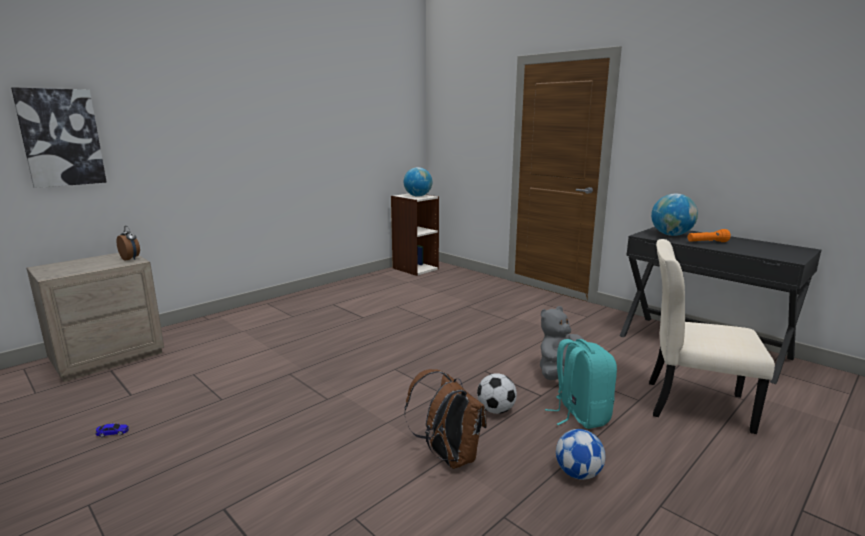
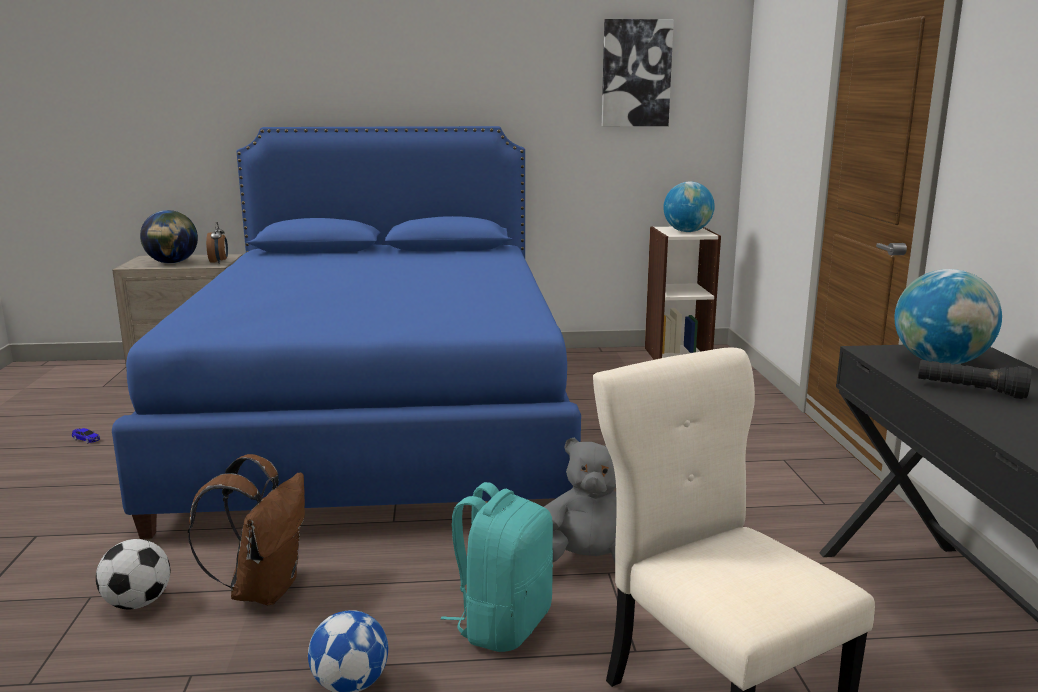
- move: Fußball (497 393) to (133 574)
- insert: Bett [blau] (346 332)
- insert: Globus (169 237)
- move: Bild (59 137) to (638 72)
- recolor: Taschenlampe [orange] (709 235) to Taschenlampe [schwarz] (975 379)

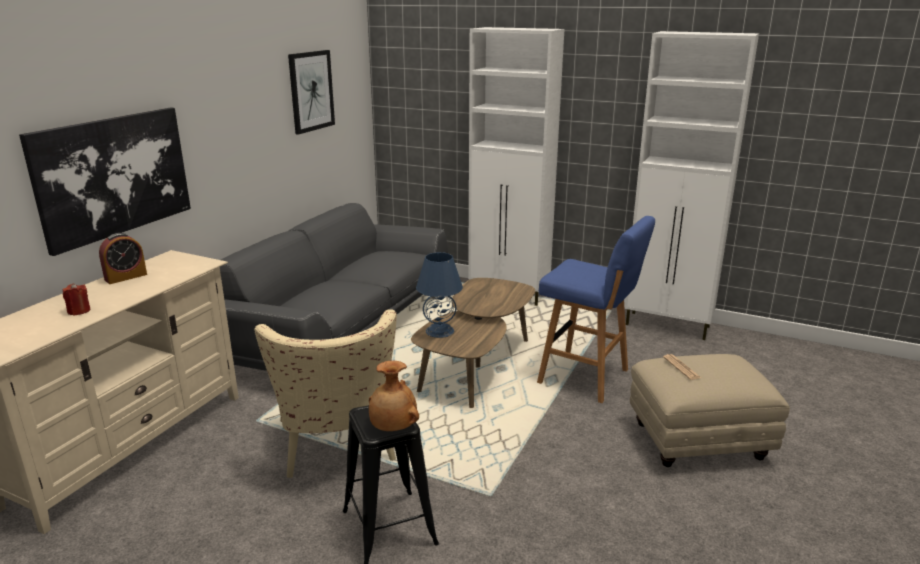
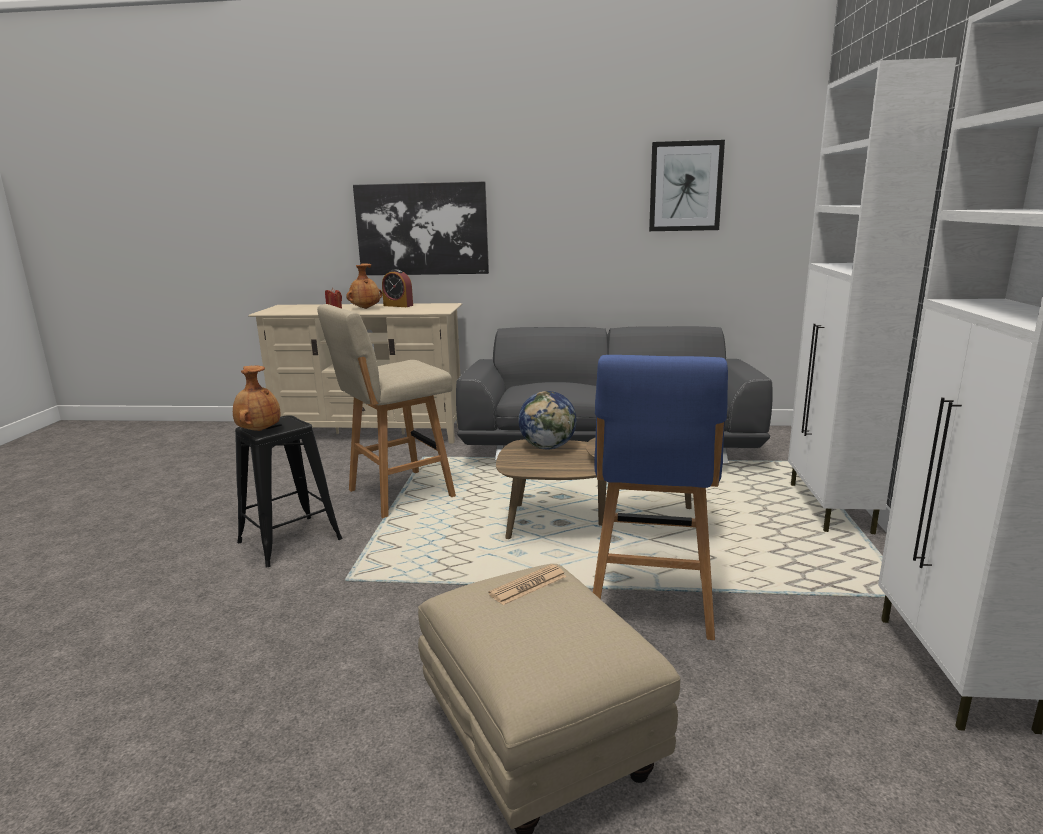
- replace: Sessel [beige] (325 393) to Hocker [beige] (386 411)
- insert: Vase [braun] (364 286)
- replace: Tischlampe [blau] (439 295) to Globus (547 420)

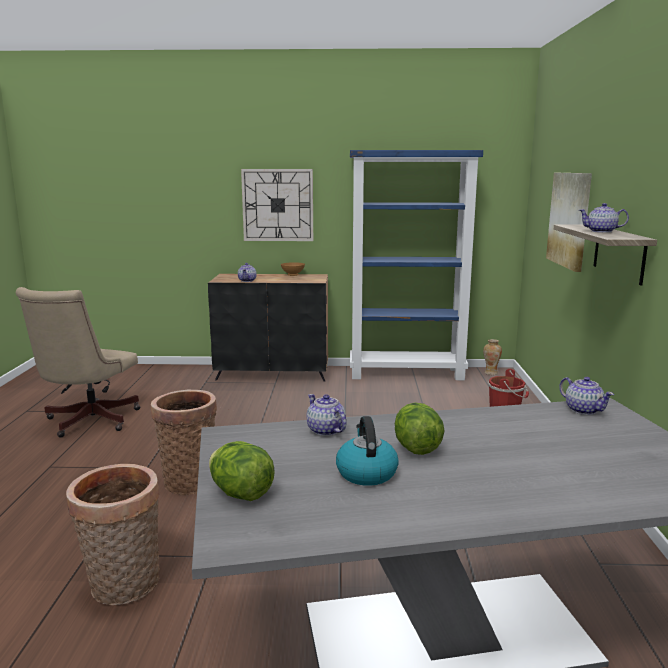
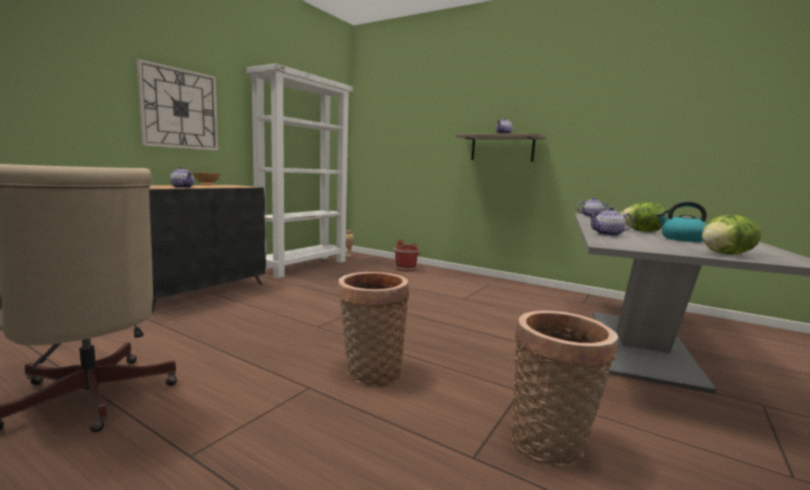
- recolor: Bücherregal [blau] (416 265) to Bücherregal [weiß] (299 170)
- delete: Bild (569 222)

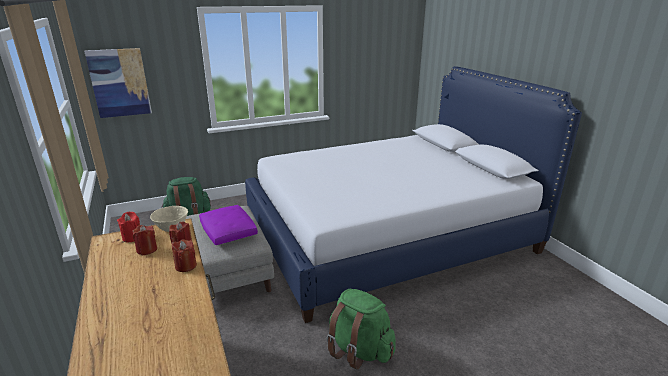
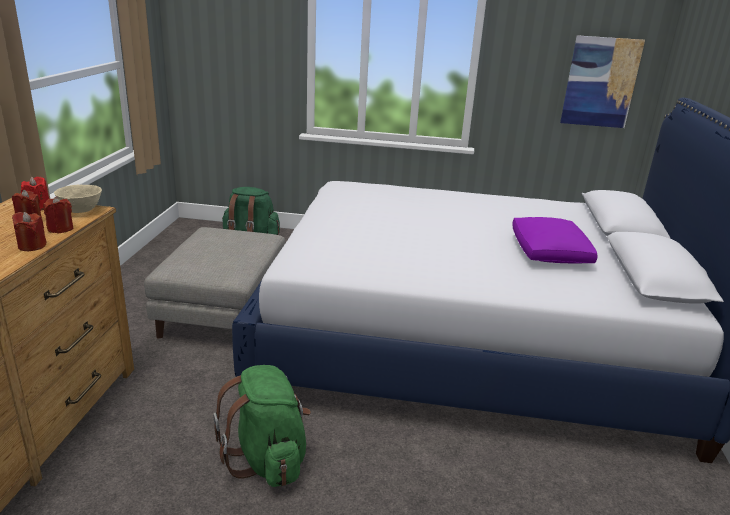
- move: Kissen [lila] (228 225) to (555 240)
- move: Bild (118 83) to (602 81)

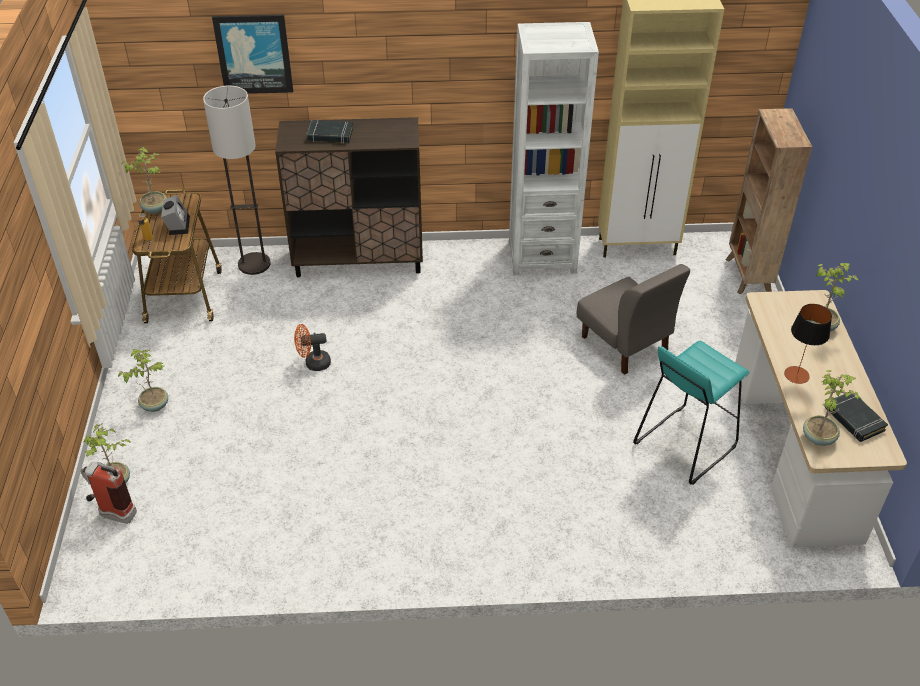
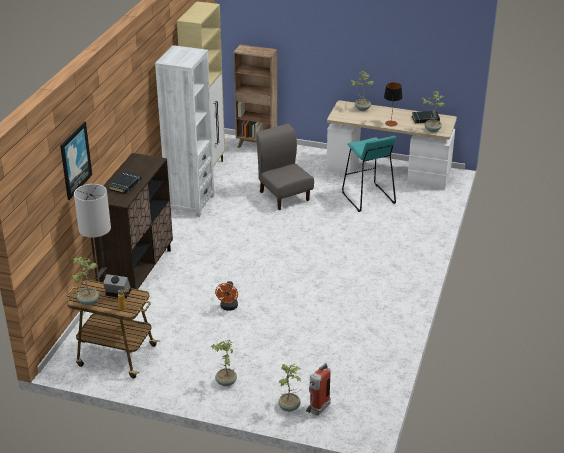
- rotate: Stuhl [grau] (633 319) = (285 167) 105 degrees counterclockwise

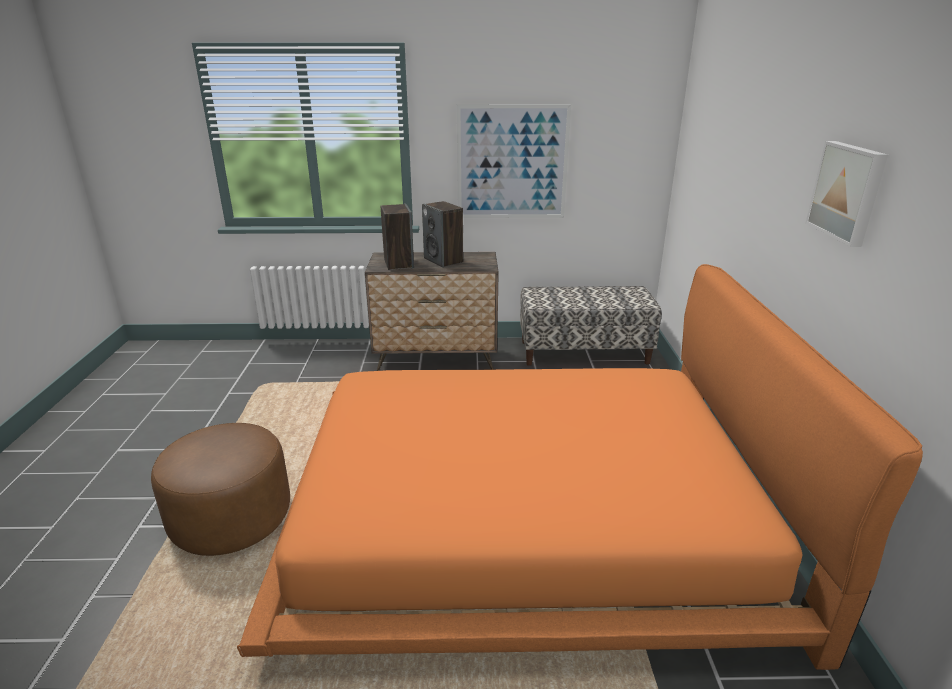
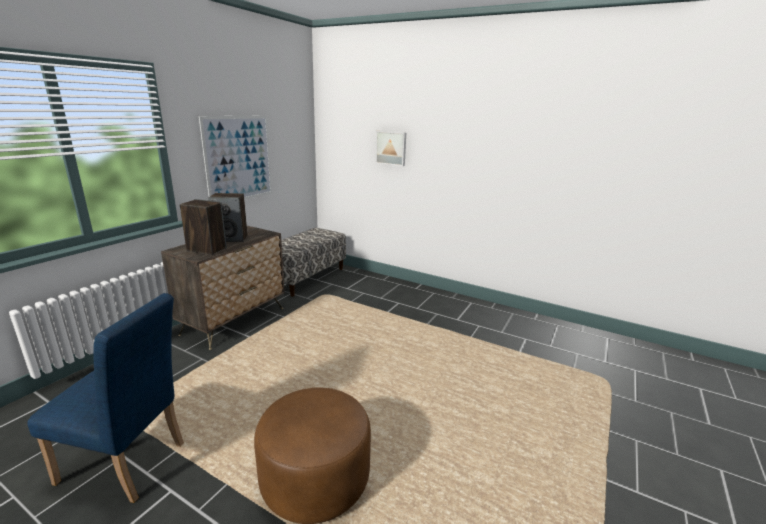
- insert: Stuhl [blau] (105 398)
- move: Bild (847 194) to (390 148)
- delete: Bett [orange] (580 467)

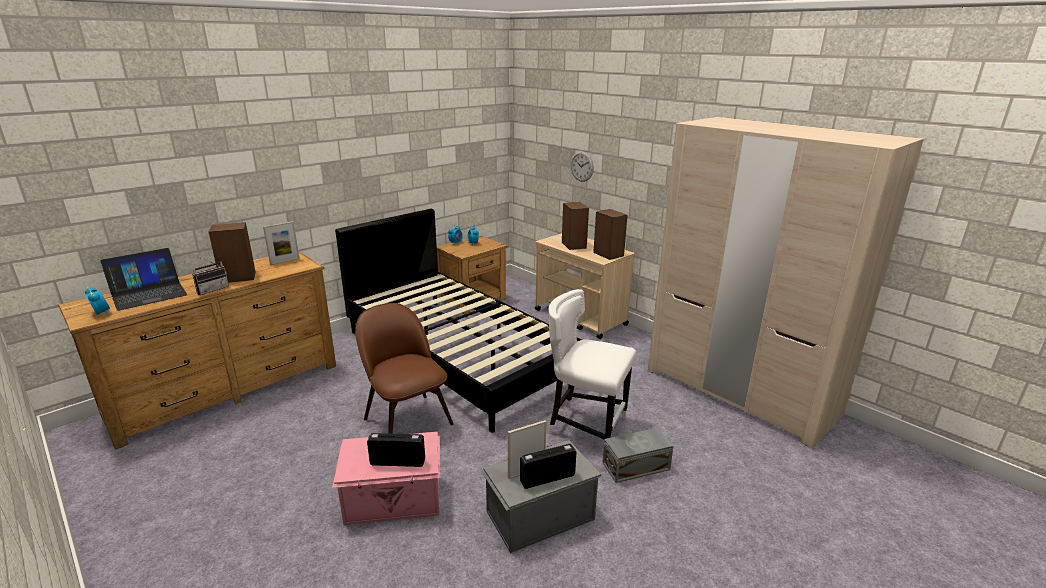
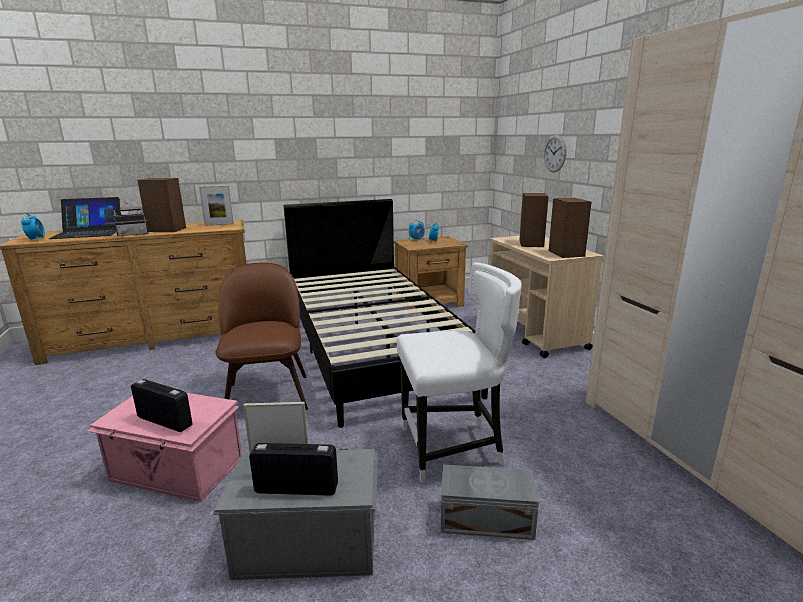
- rotate: Stuhl [weiß] (592 364) = (459 372) 120 degrees clockwise

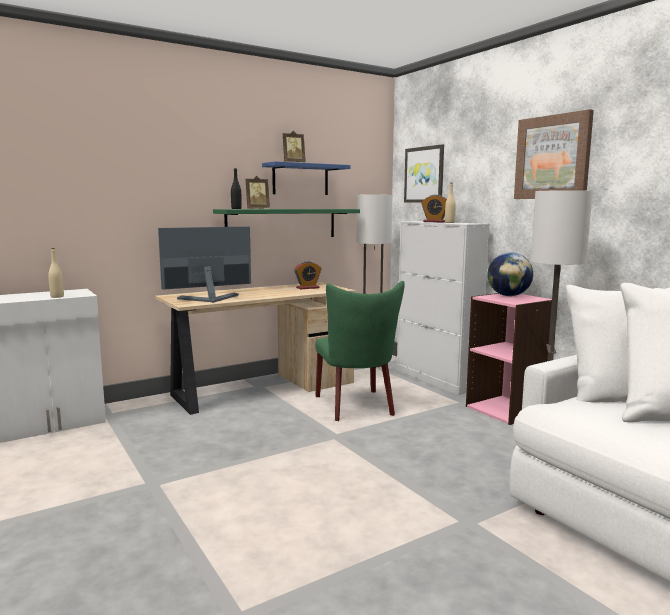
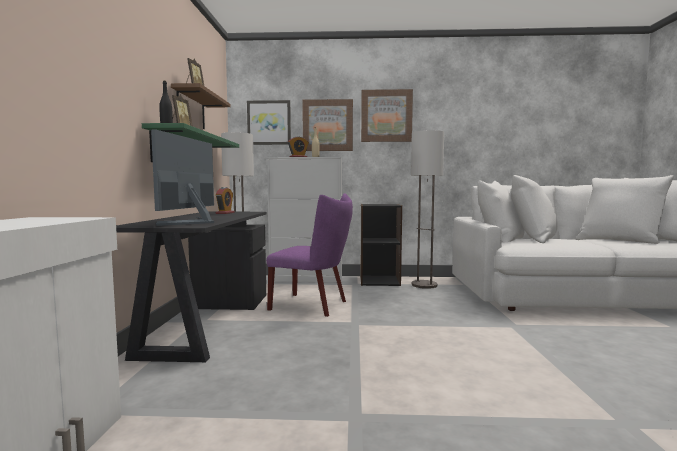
- recolor: Schreibtisch [beige] (255 348) to Schreibtisch [schwarz] (191 287)
- recolor: Wandregal [blau] (306 178) to Wandregal [braun] (201 106)
- recolor: Stuhl [grün] (360 351) to Stuhl [lila] (309 255)
- insert: Bild (327 125)
- recolor: Bücherregal [rosa] (509 359) to Bücherregal [schwarz] (381 245)
- delete: Flasche [beige] (56 273)
- delete: Globus (510 274)

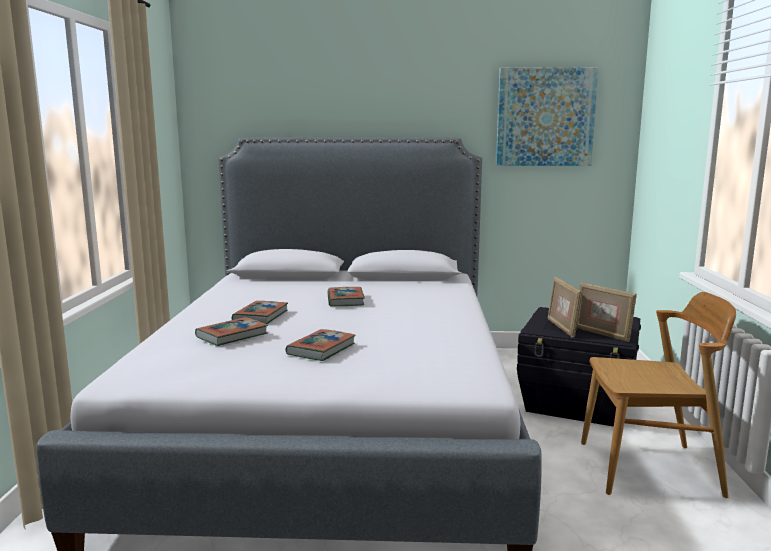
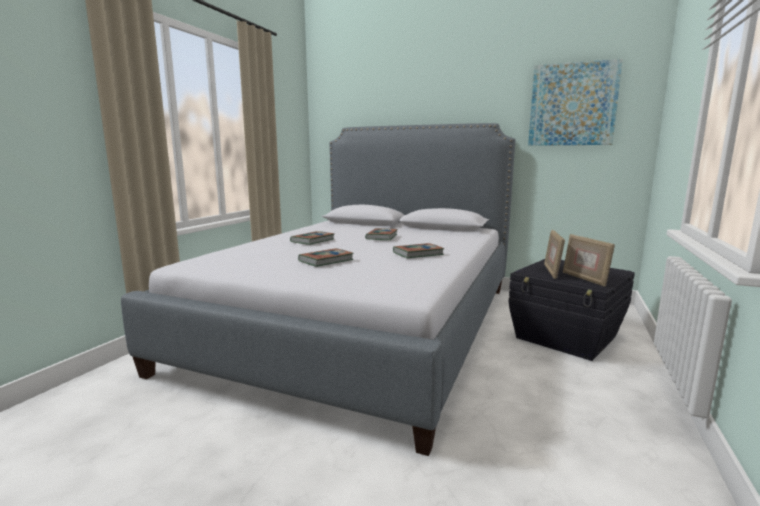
- move: Buch (231 331) to (418 250)
- delete: Stuhl [braun] (658 395)

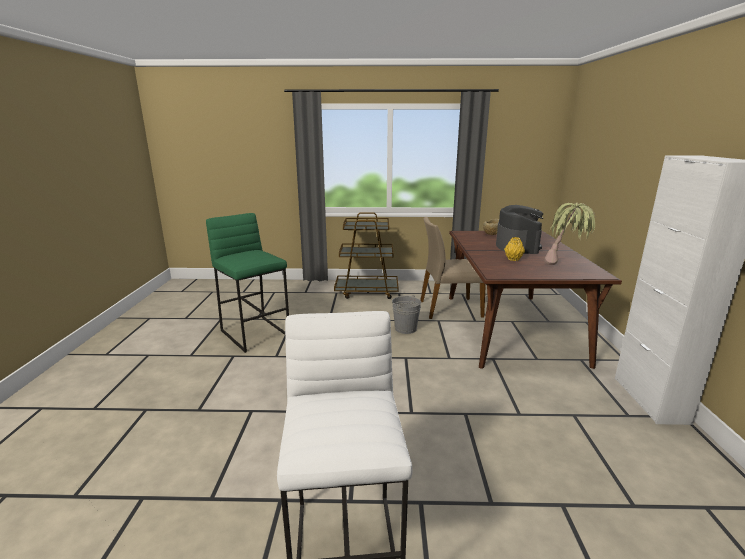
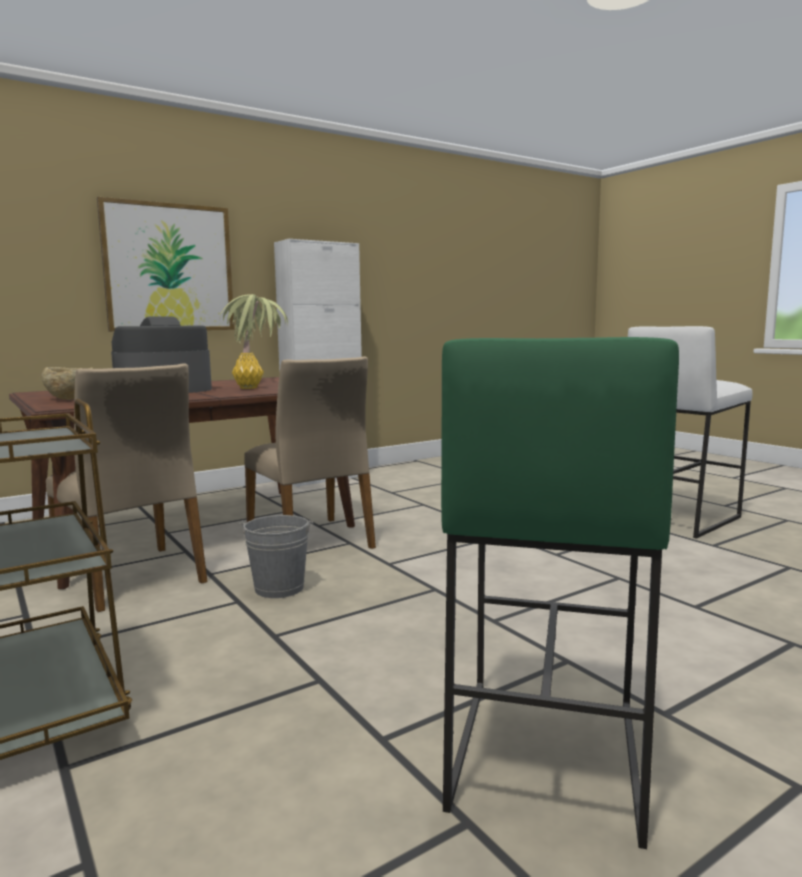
- insert: Bild (166 264)
- insert: Stuhl [beige] (310 452)

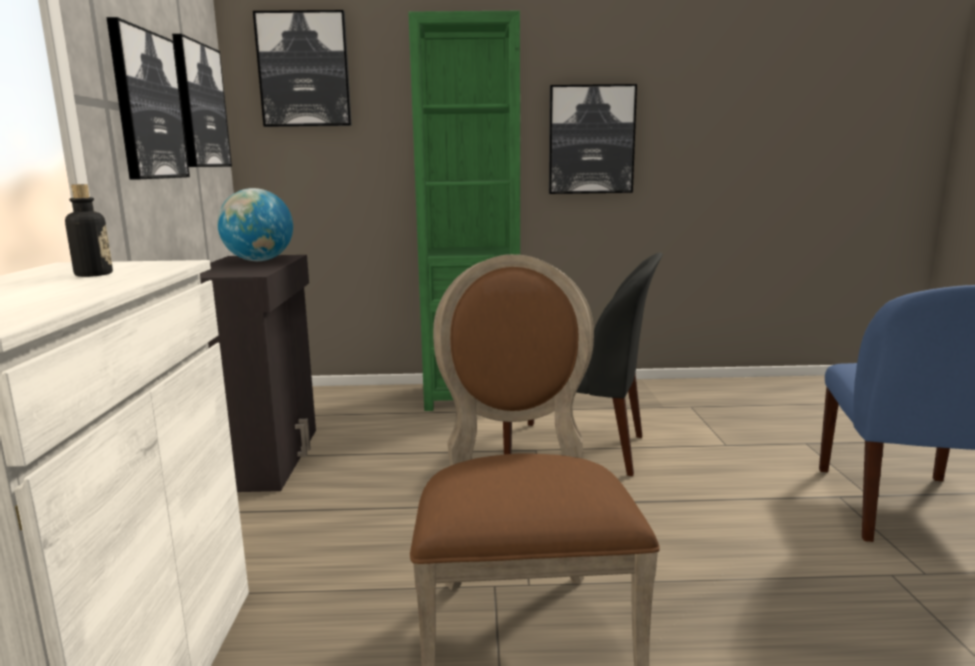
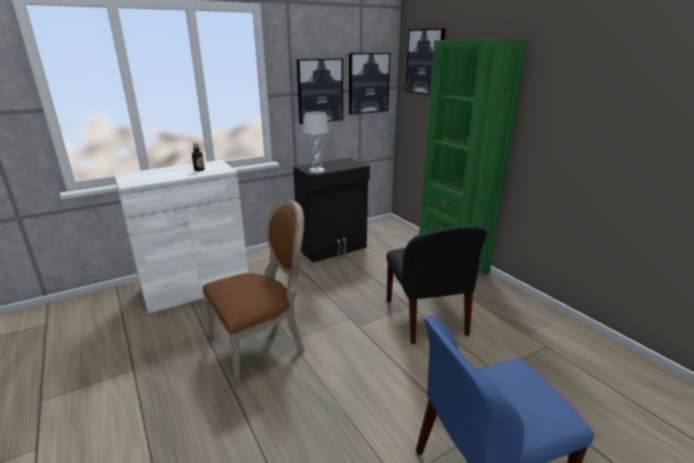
- insert: Tischlampe [weiß] (316 142)
- delete: Globus (255 224)
- delete: Bild (593 139)

